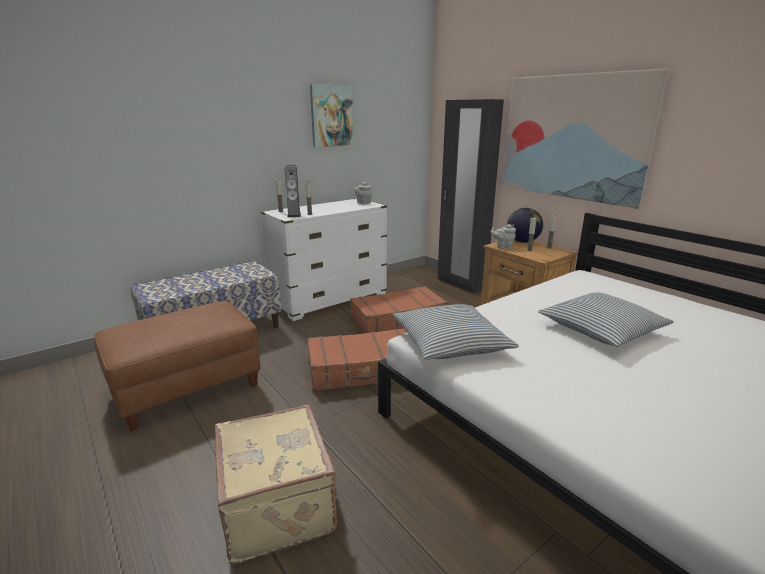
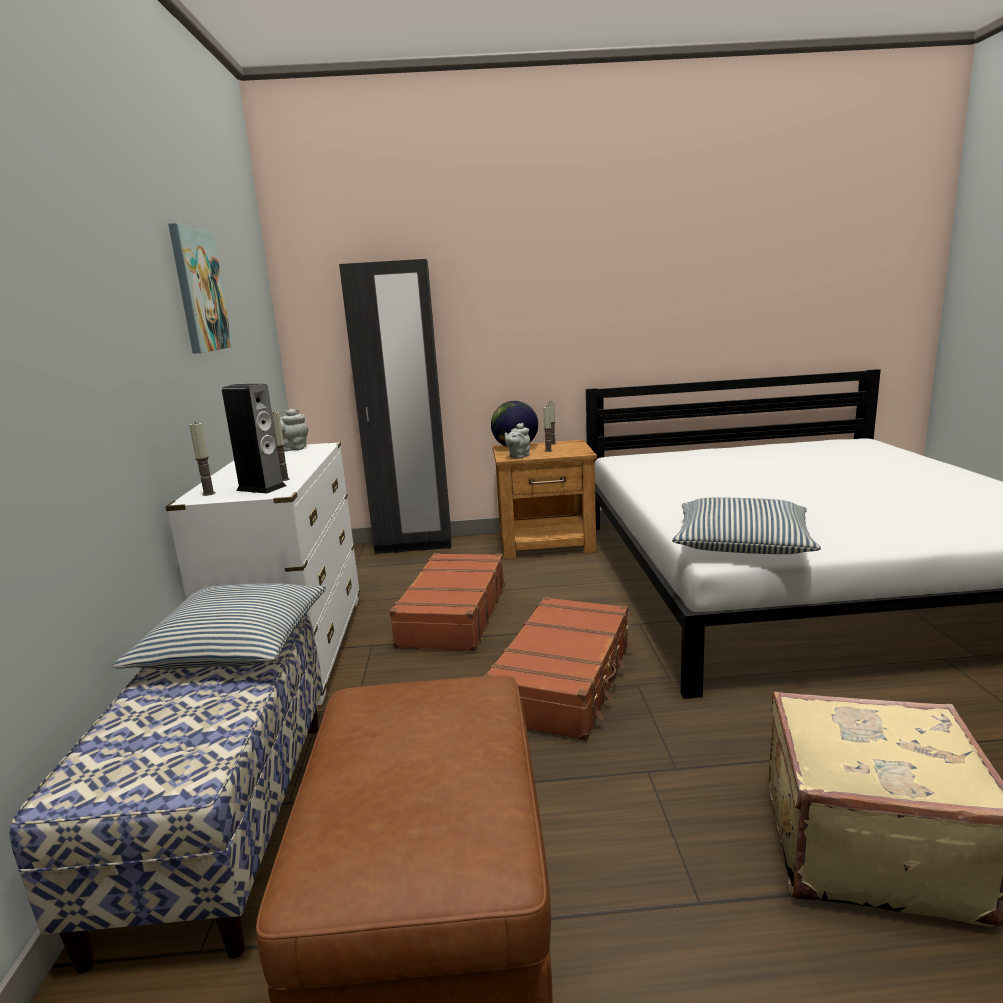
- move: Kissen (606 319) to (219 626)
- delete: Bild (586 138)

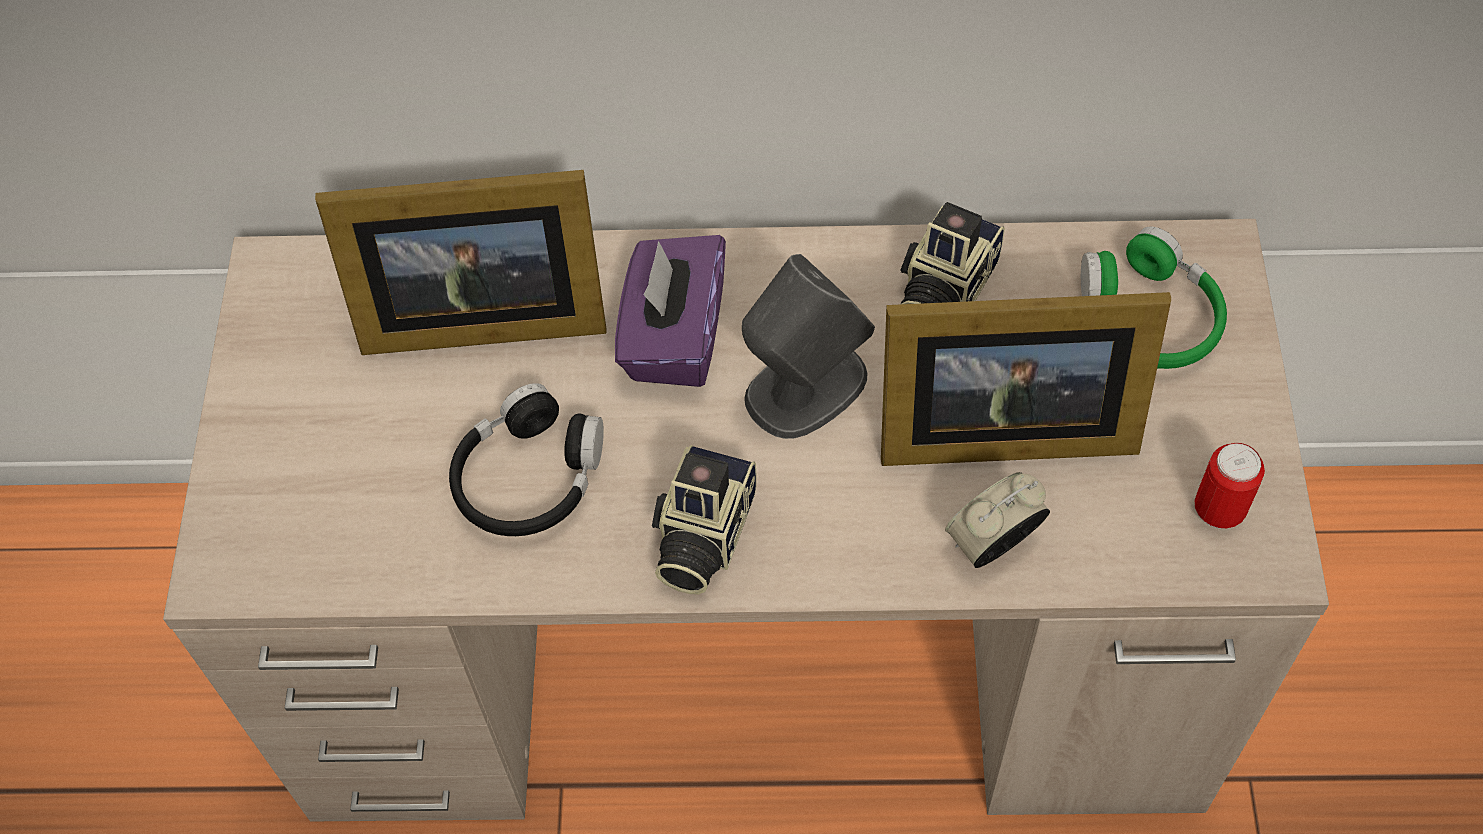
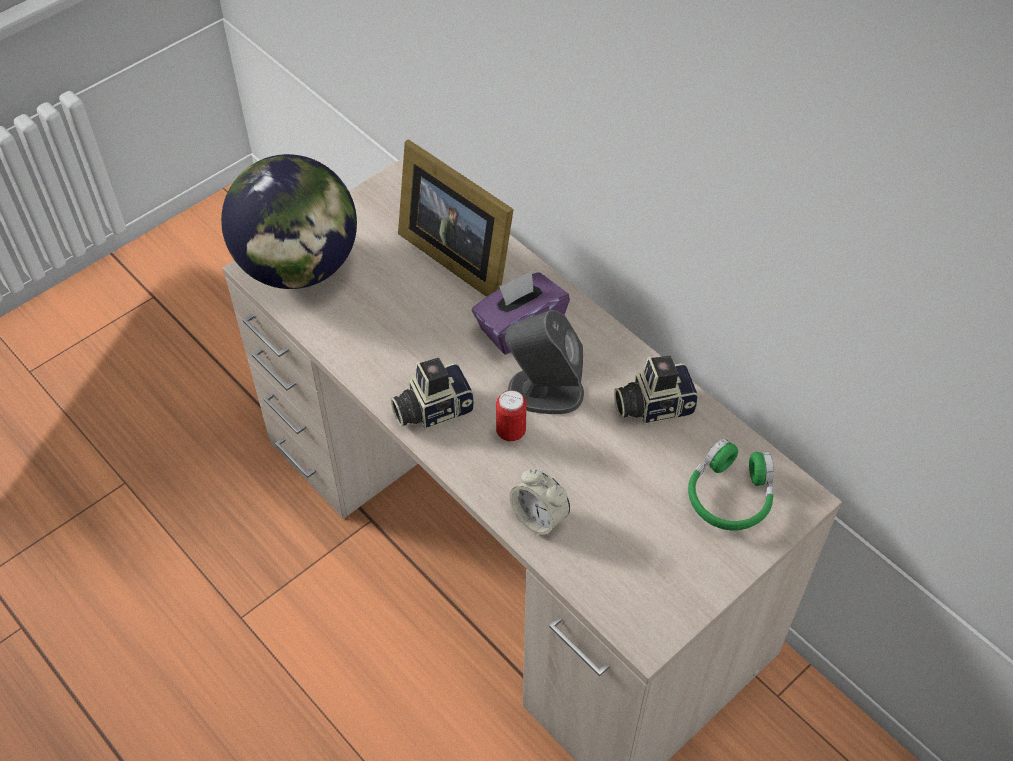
- insert: Globus (289 221)
- move: Dose (1230 485) to (511 416)
- rotate: Wecker (997 520) = (539 502) 150 degrees counterclockwise
- delete: Kopfhörer [schwarz] (526 459)
- delete: Bilderrahmen (1026 379)

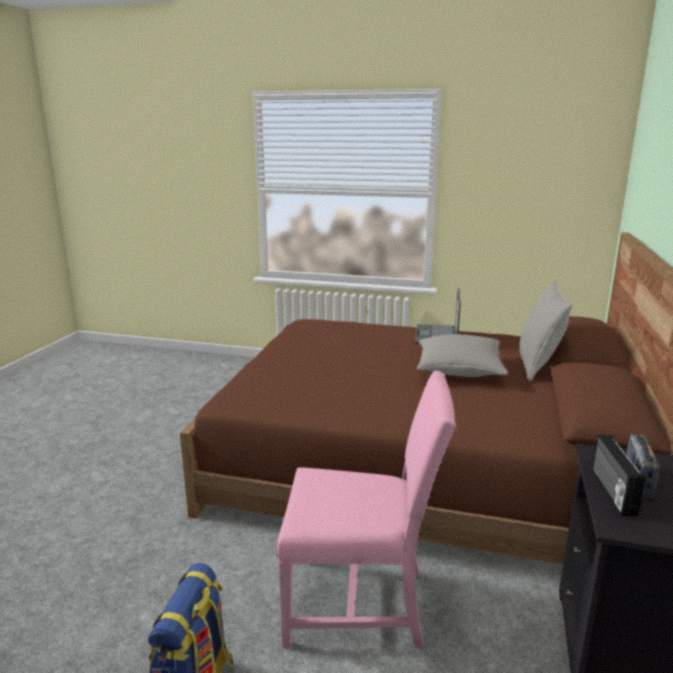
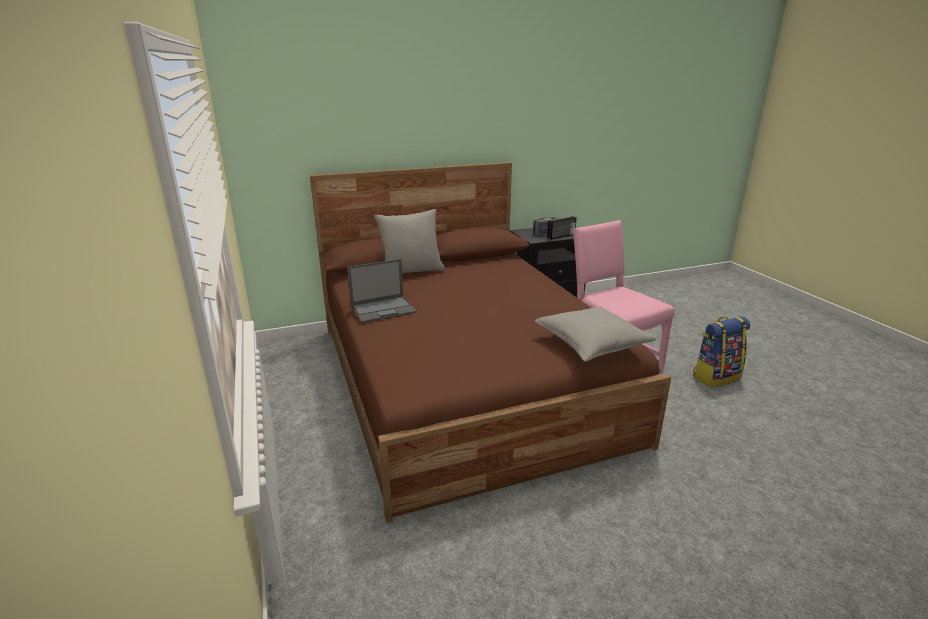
- move: Kissen [grau] (462 355) to (595 334)

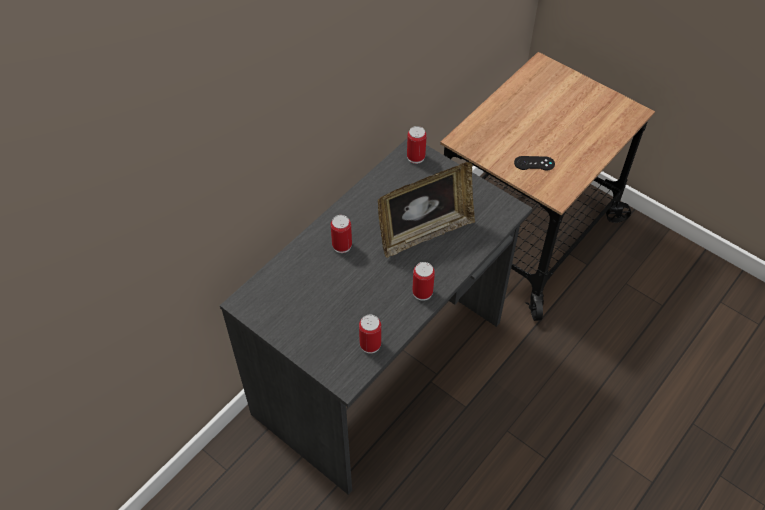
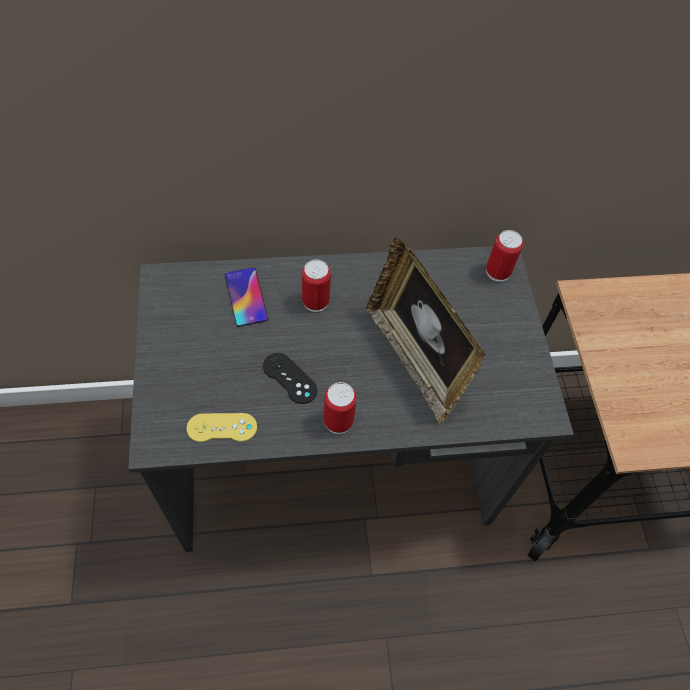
- replace: Dose (370 334) to Gamepad [gelb] (222 427)
- insert: Handy (247 297)
- move: Gamepad [schwarz] (534 163) to (290 378)
- rotate: Bilderrahmen (426 210) = (426 331) 45 degrees clockwise

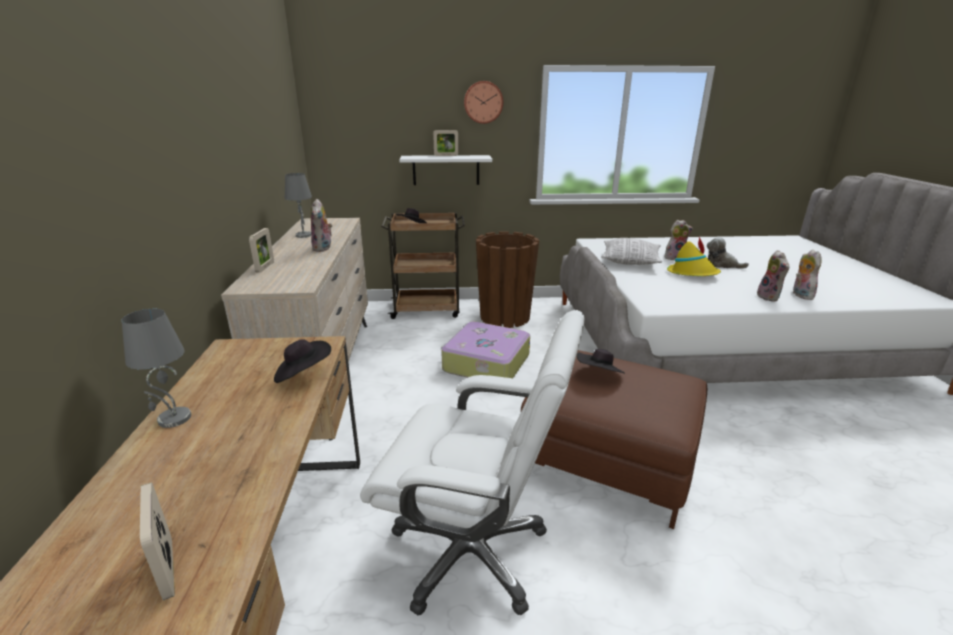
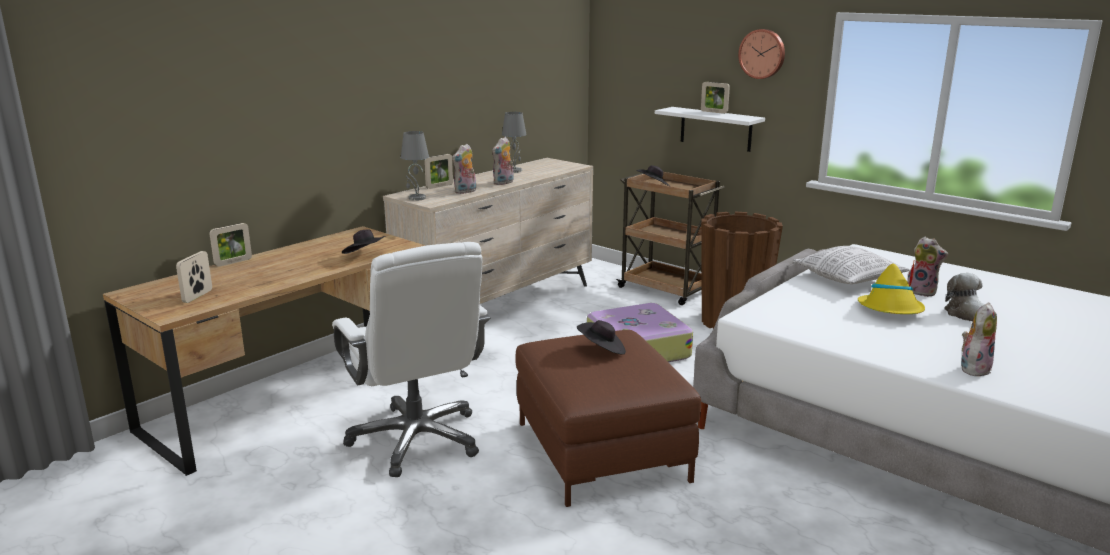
- insert: Bilderrahmen (230 245)
- move: Tischlampe [grau] (156 368) to (415 166)
- move: Plüschtier (773 276) to (464 169)

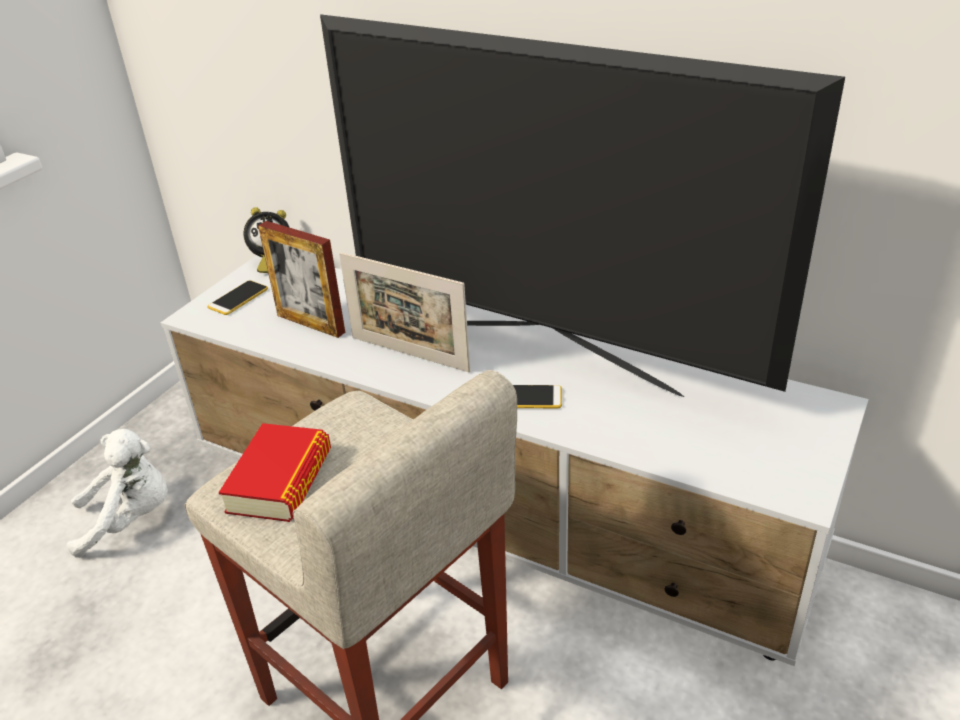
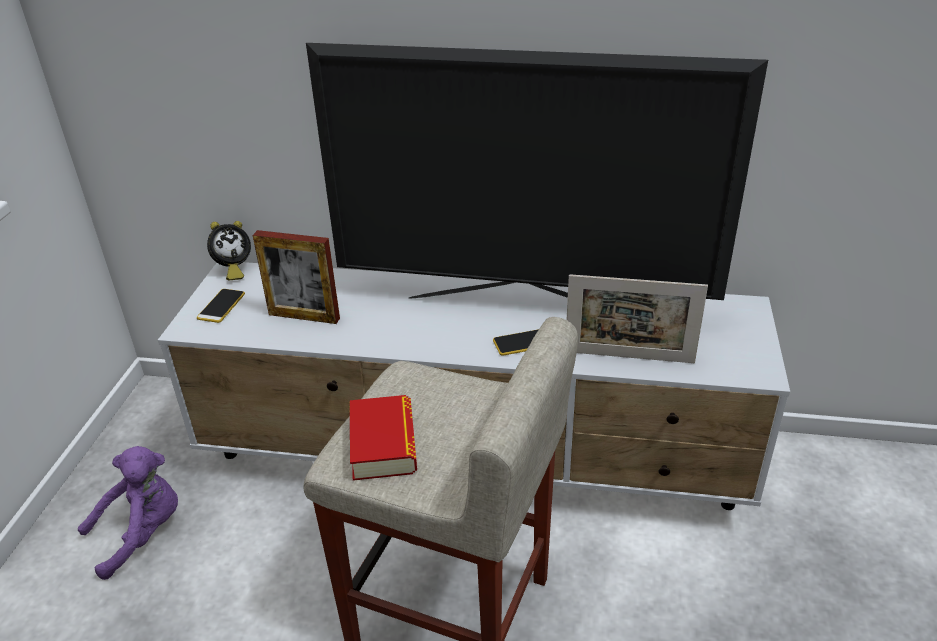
- recolor: Plüschtier [weiß] (117 493) to Plüschtier [lila] (128 513)
- move: Bilderrahmen (404 312) to (637 318)

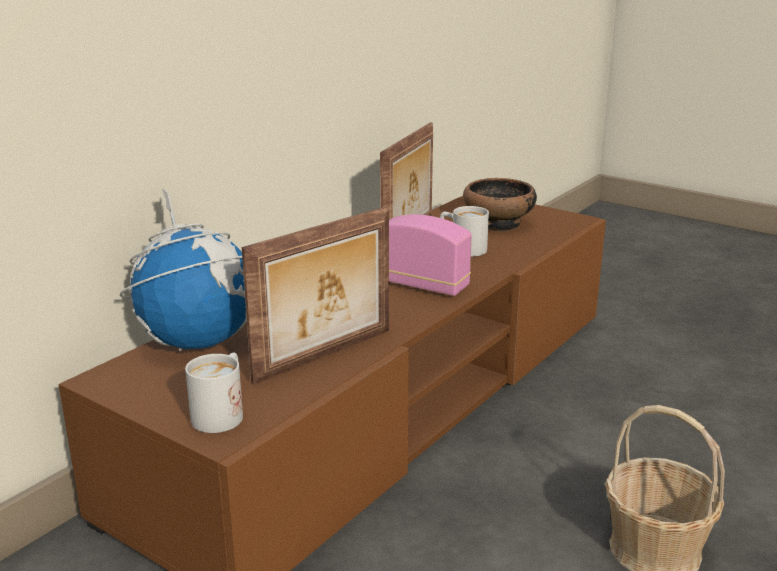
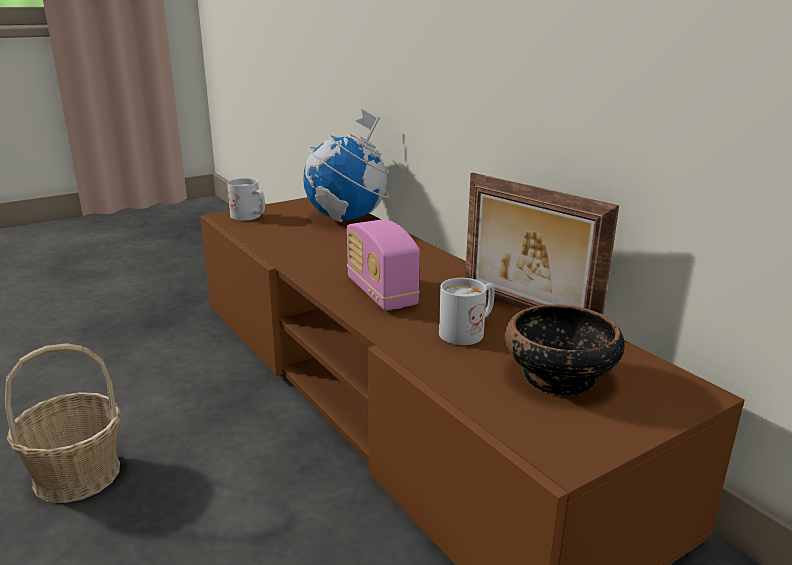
- rotate: Radio (430 255) = (383 265) 105 degrees clockwise
- delete: Bilderrahmen (315 295)

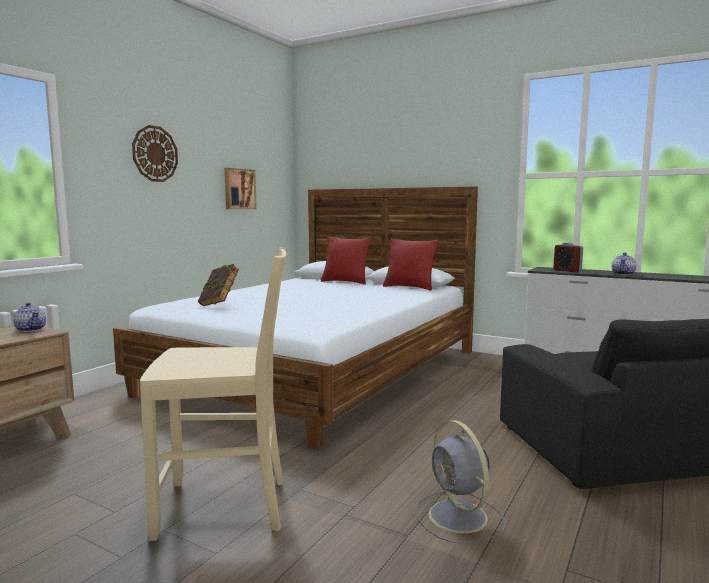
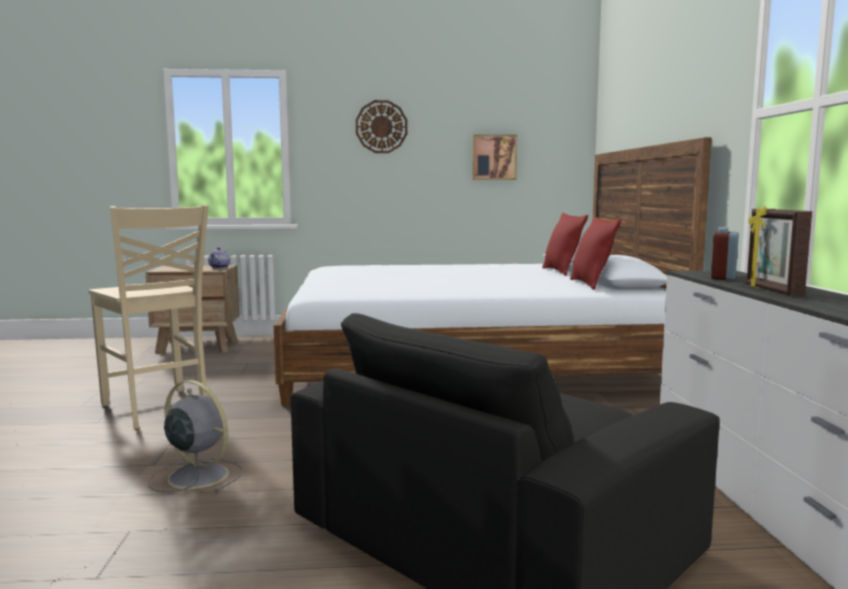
- rotate: Ventilator [grau] (460 482) = (195 436) 90 degrees clockwise
- replace: Teekanne (624 263) to Bilderrahmen (779 251)
- delete: Buch (218 285)

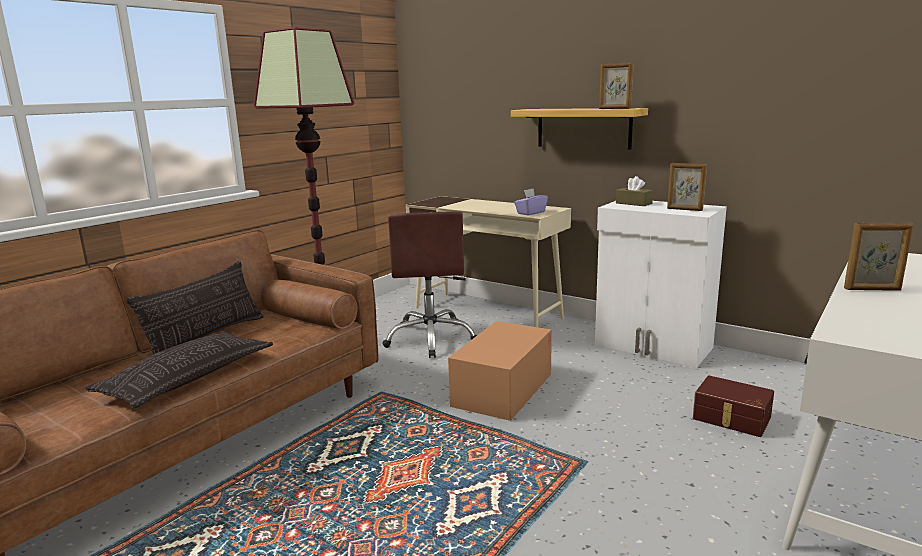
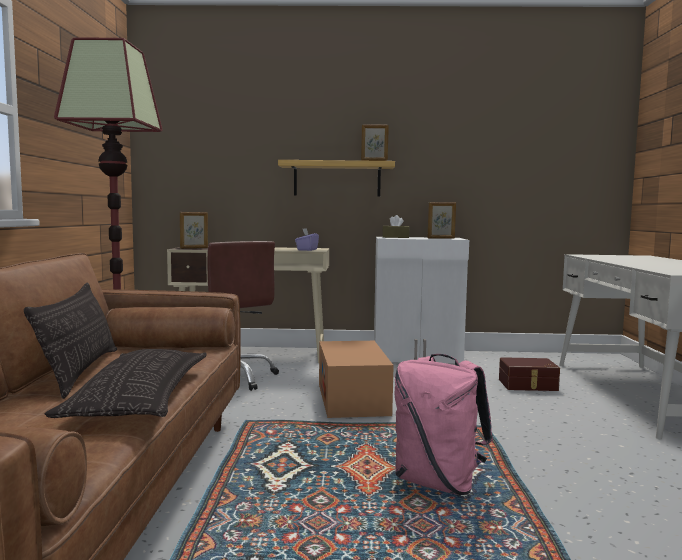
- move: Bilderrahmen (878 257) to (194 230)
- insert: Rucksack [rosa] (444 424)

